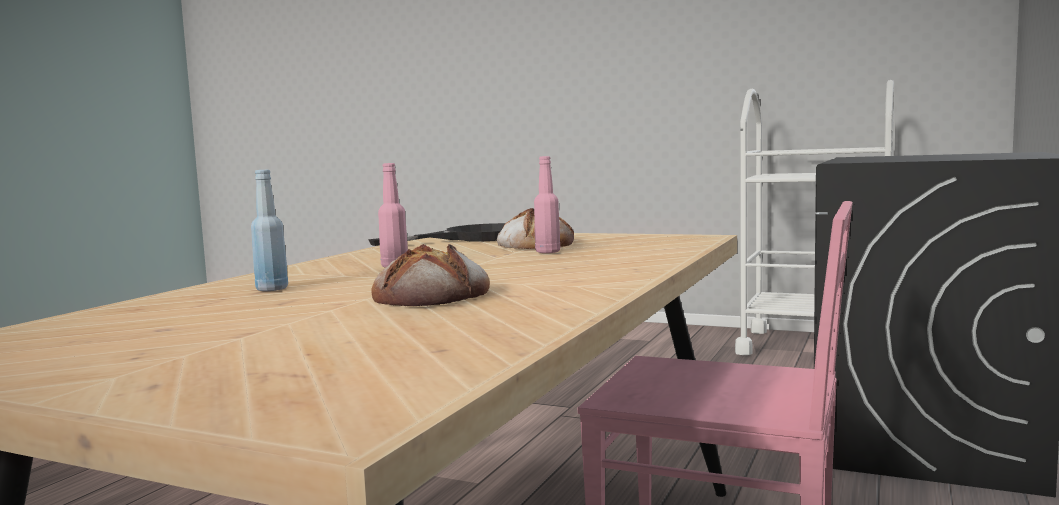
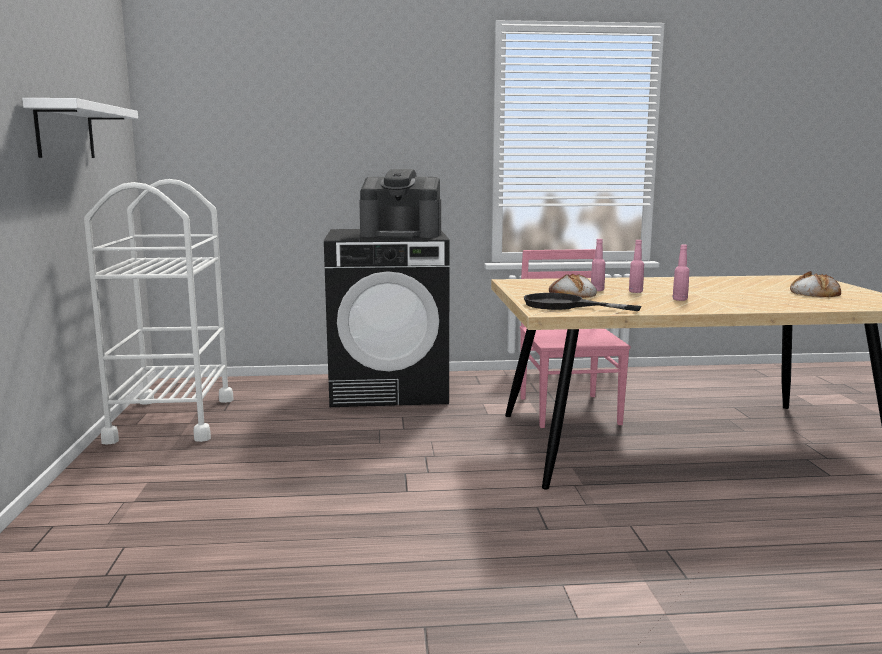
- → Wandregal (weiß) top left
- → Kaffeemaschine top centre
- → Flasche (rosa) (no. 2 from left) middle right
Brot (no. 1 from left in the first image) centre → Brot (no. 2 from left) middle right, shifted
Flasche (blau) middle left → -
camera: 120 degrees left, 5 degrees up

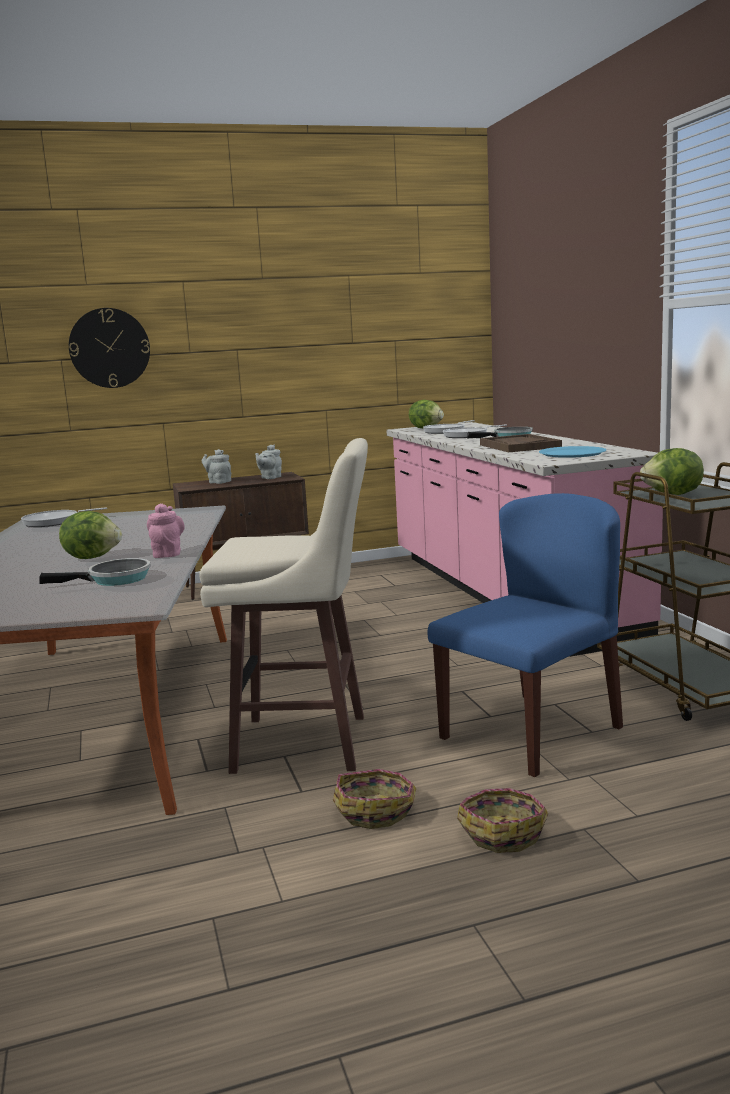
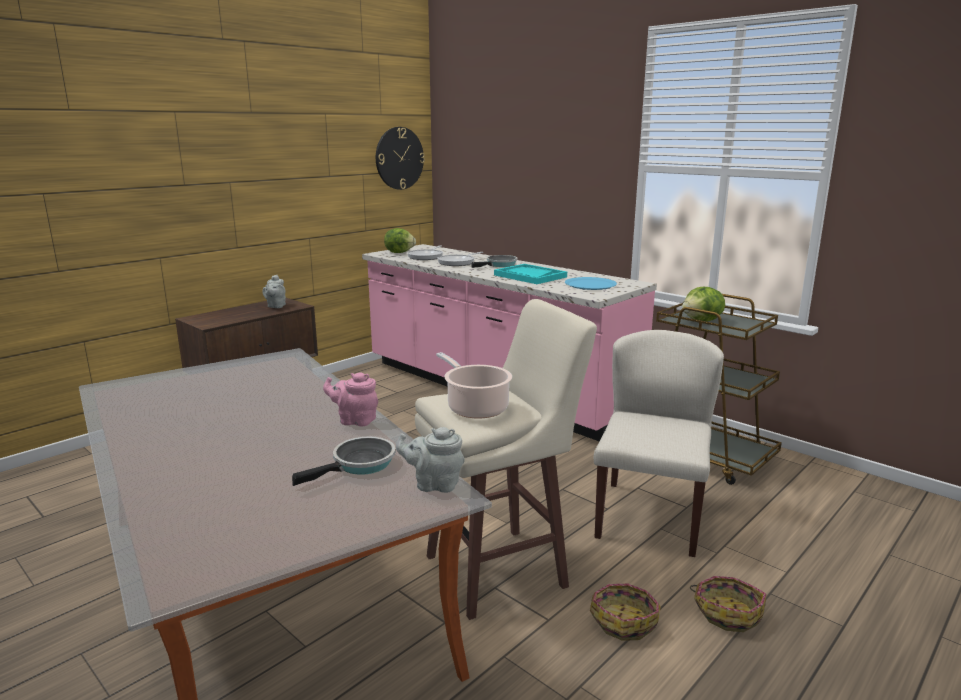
Teekanne (rosa) middle left → Teekanne (rosa) centre, 45 degrees counterclockwise
Wanduhr top left → Wanduhr top centre, shifted
Teekanne (grau) (no. 1 from left in the first image) middle left → Teekanne (grau) (no. 2 from left) centre, shifted
- → Kochtopf centre
Tablett (braun) middle right → Tablett (türkis) centre
Stuhl (blau) middle right → Stuhl (beige) middle right
Pfanne (no. 1 from left) middle left → -
Salatkopf (no. 1 from left) middle left → -
camera: 30 degrees left, 5 degrees up

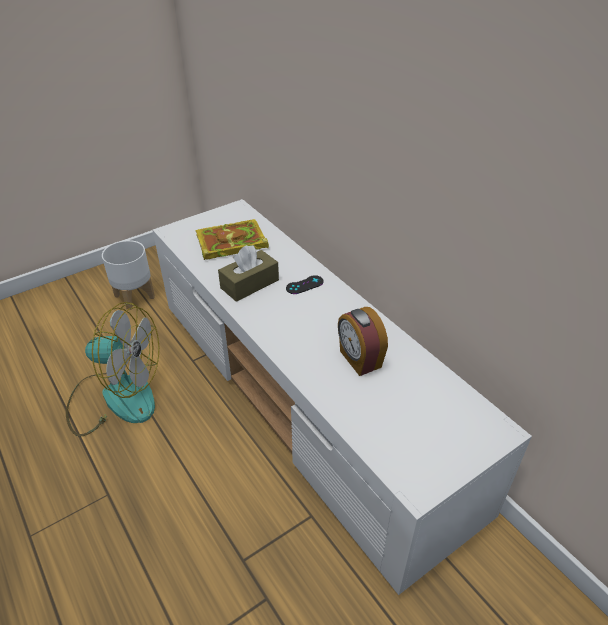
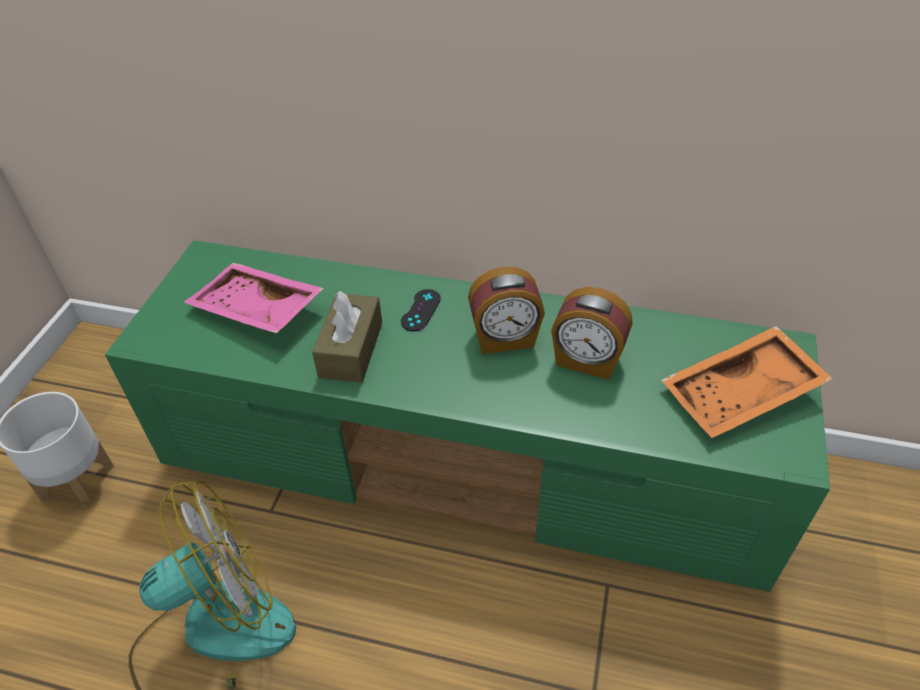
Fernsehschrank (weiß) centre → Fernsehschrank (grün) centre
Buch centre → Tablett (rosa) middle left
- → Wecker (no. 1 from left) centre
- → Tablett (orange) middle right
camera: 40 degrees left, 5 degrees up

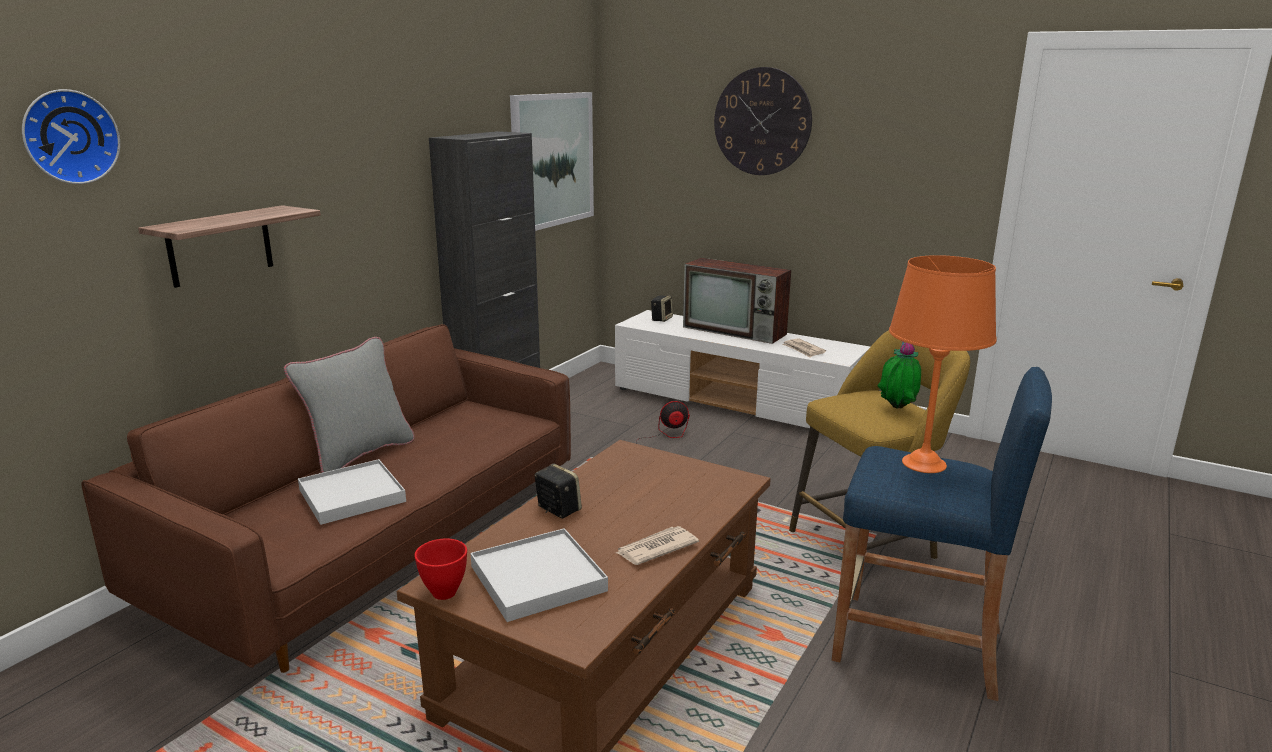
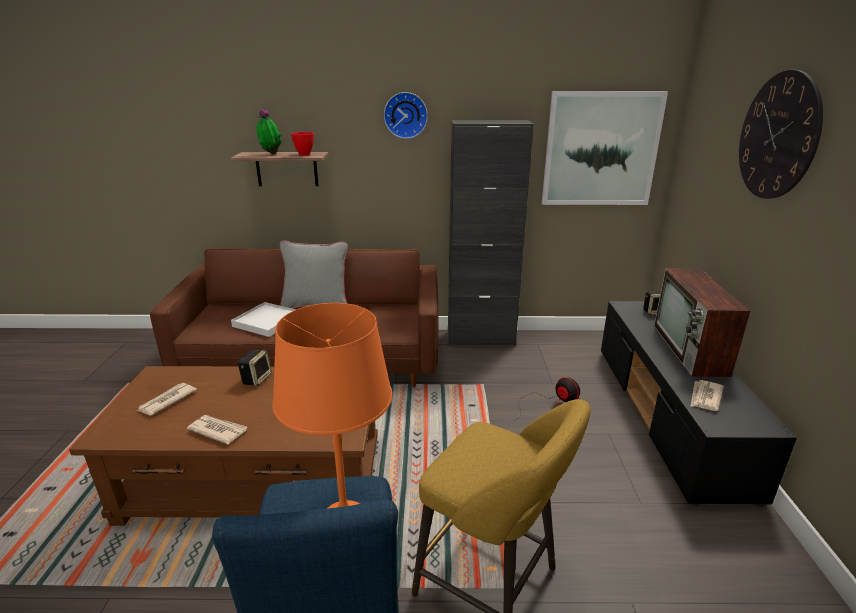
Tablett (weiß) (no. 2 from left) bottom centre → Zeitung (no. 1 from left) middle left
Topfpflanze middle right → Topfpflanze top left, shifted
Schüssel (rot) bottom centre → Schüssel (rot) top centre, shifted
Wanduhr (no. 1 from left) top left → Wanduhr (no. 1 from left) top centre, shifted
Fernsehschrank (weiß) centre → Fernsehschrank (schwarz) middle right
camera: 60 degrees right, 5 degrees up

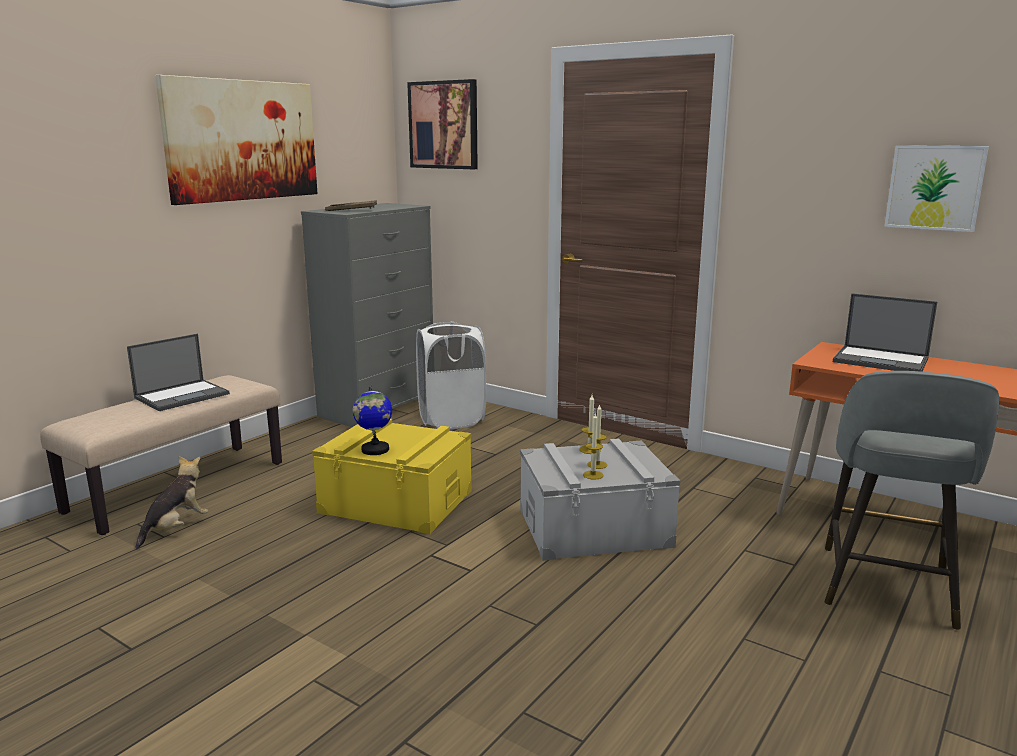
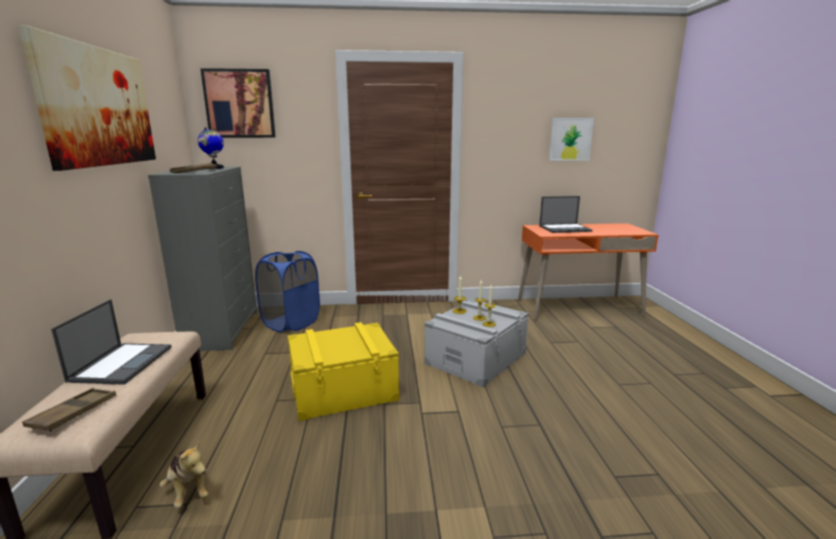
- → Tablett (braun) (no. 1 from left) bottom left
Plüschtier middle left → Plüschtier bottom left, 150 degrees clockwise
Globus centre → Globus top left, shifted
Wäschekorb (weiß) centre → Wäschekorb (blau) centre
Hocker (grau) middle right → -
camera: 40 degrees left, 0 degrees up

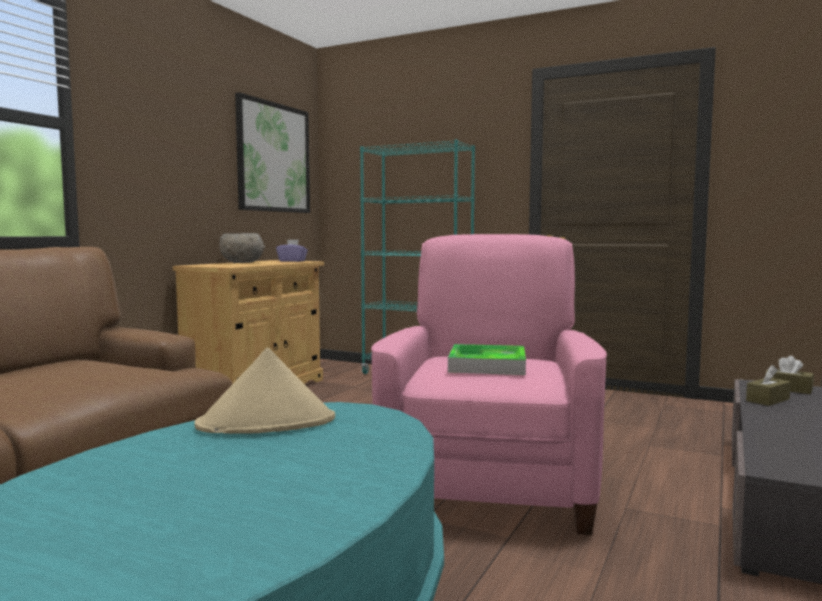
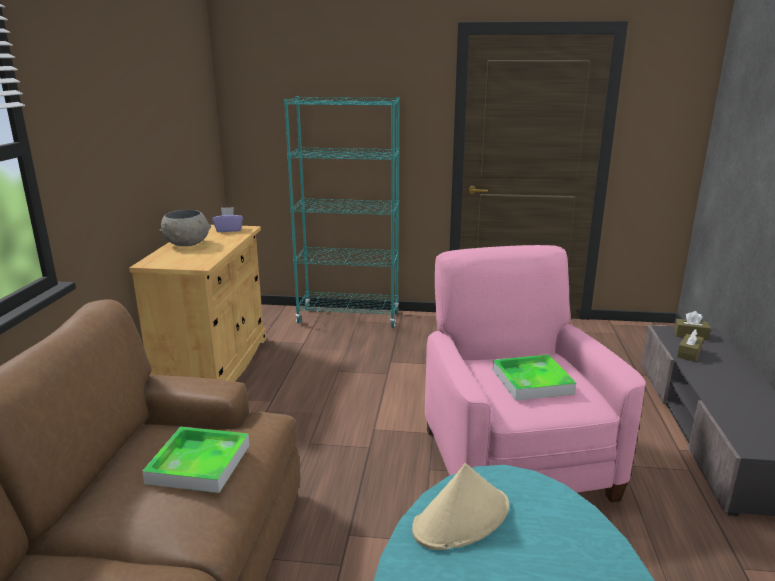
- → Tablett (no. 1 from left) bottom left
Bild top left → -
camera: 20 degrees left, 15 degrees up

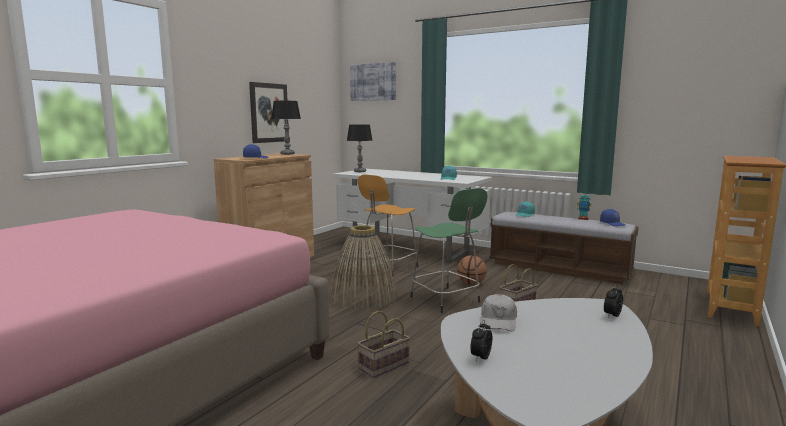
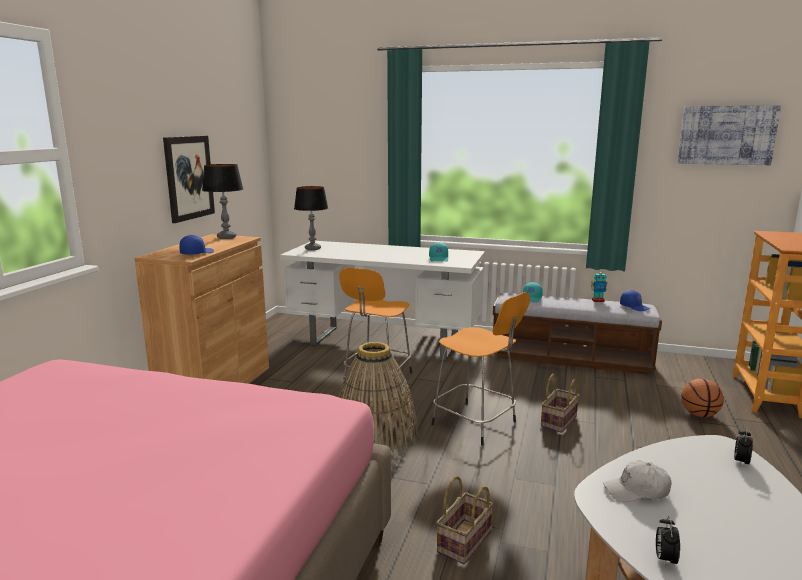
Hocker (grün) centre → Hocker (orange) (no. 2 from left) centre
Kappe (weiß) bottom centre → Kappe (weiß) bottom right, 90 degrees clockwise
Bild (no. 2 from left) top centre → Bild (no. 2 from left) top right, shifted
Basketball centre → Basketball bottom right, shifted
camera: 15 degrees left, 5 degrees up

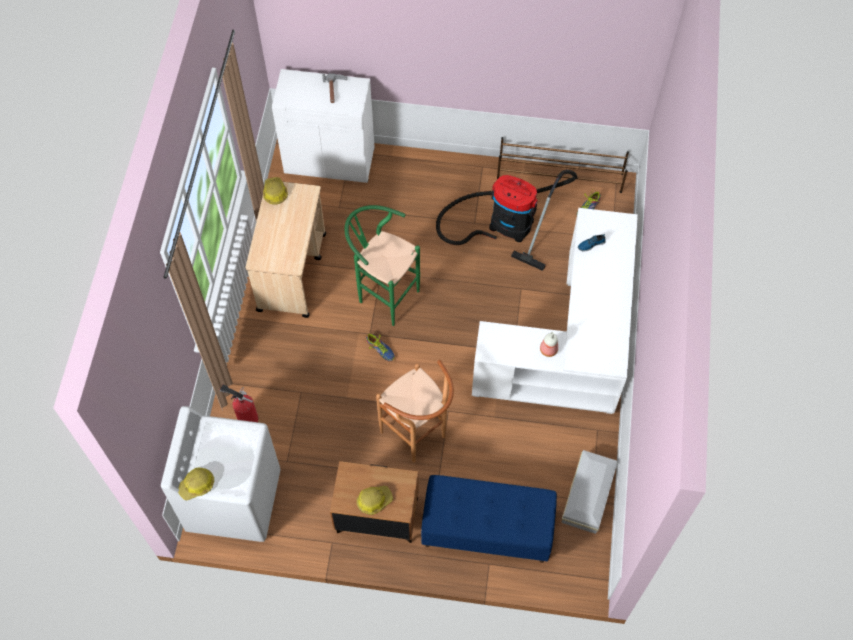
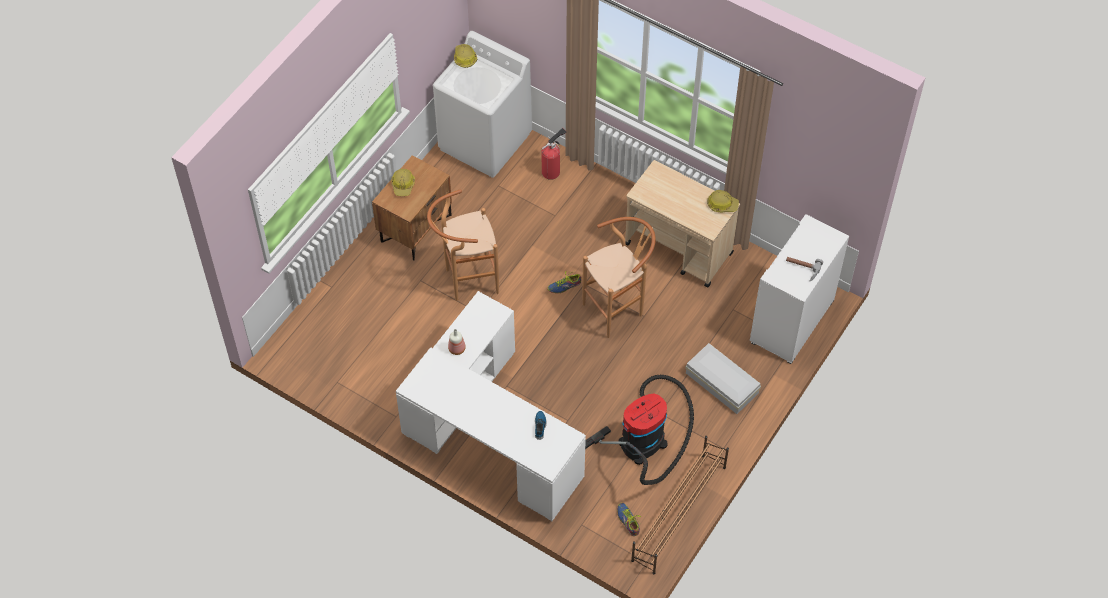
Hocker (grün) centre → Hocker (braun) (no. 2 from left) centre
Aufbewahrungsbox (weiß) bottom right → Aufbewahrungsbox (weiß) centre, shifted
Bank (blau) bottom centre → -
camera: 115 degrees right, 5 degrees down

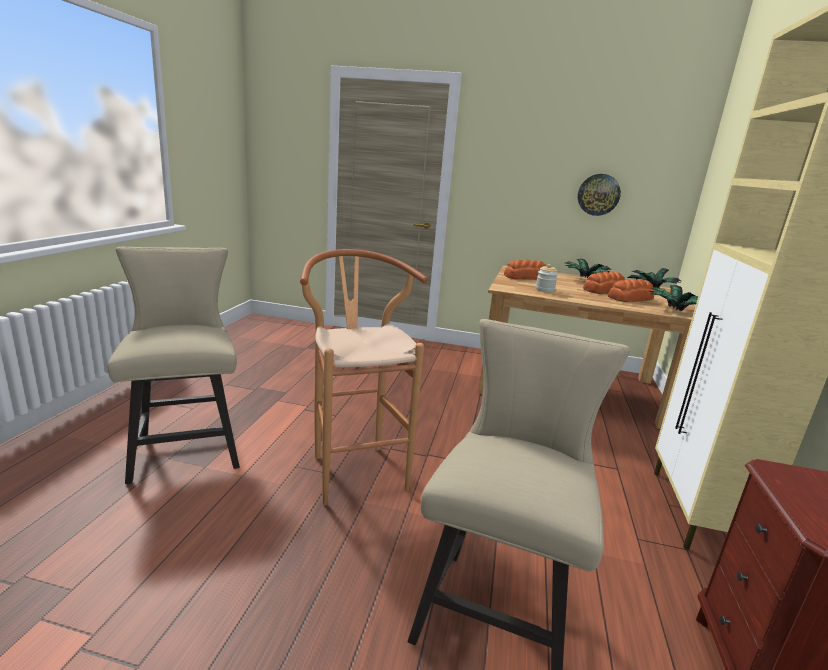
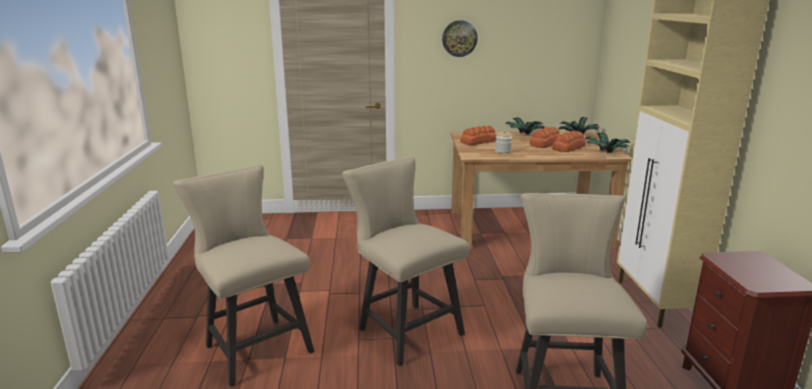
Hocker (braun) centre → Stuhl (beige) (no. 2 from left) bottom centre
Wanduhr top right → Wanduhr top centre, shifted
camera: 15 degrees left, 0 degrees up

